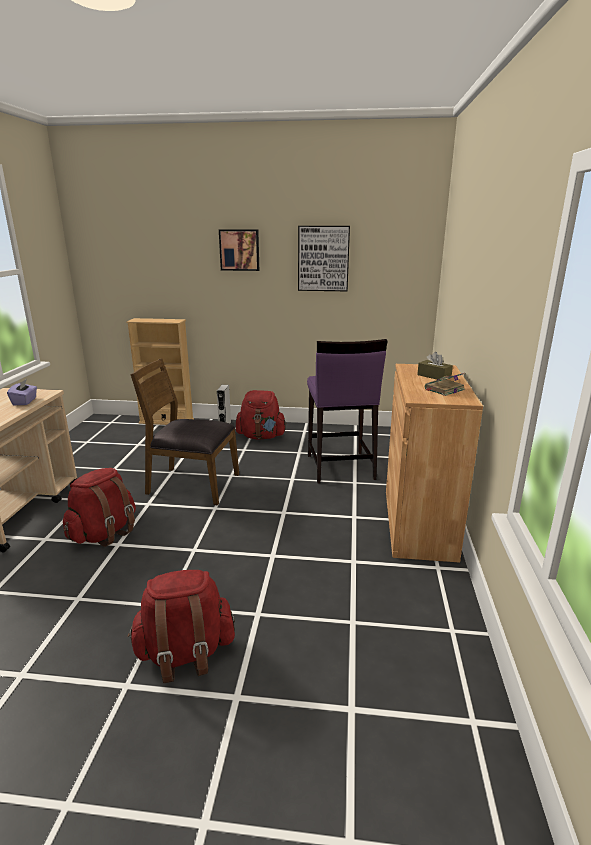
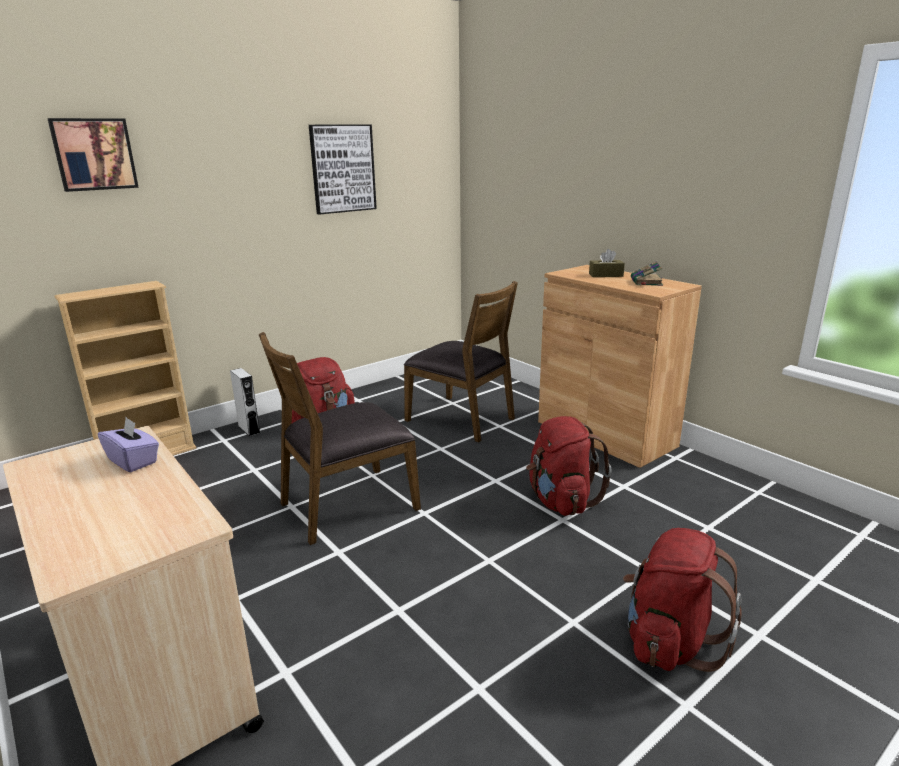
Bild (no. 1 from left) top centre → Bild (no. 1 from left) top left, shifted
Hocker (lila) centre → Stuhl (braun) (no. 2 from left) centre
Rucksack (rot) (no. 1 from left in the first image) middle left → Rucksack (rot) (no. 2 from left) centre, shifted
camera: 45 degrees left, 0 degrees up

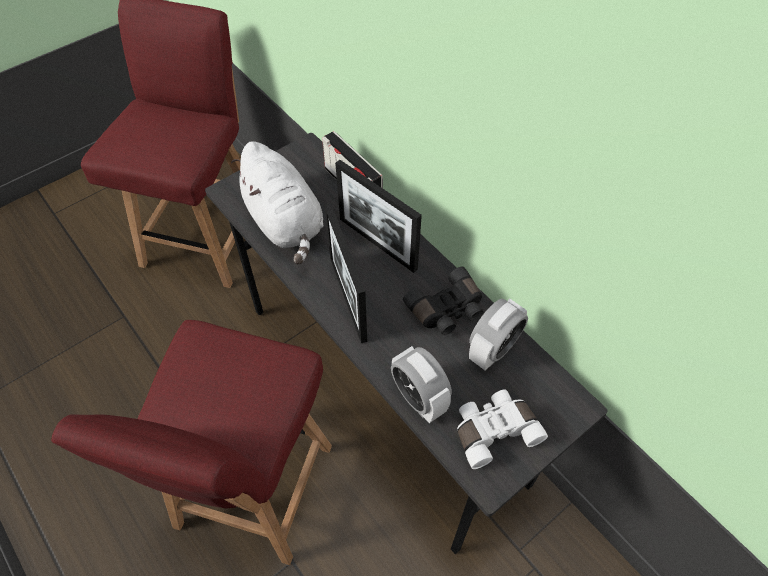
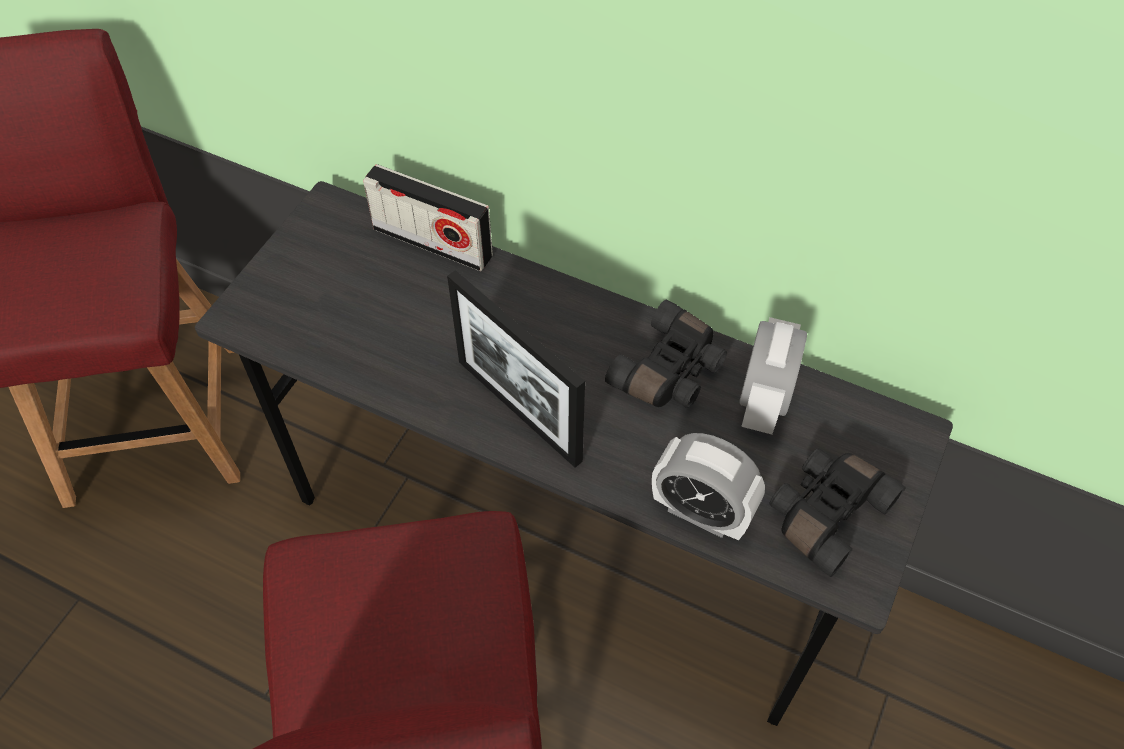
Fernglas (weiß) bottom centre → Fernglas (schwarz) (no. 2 from left) bottom right
Plüschtier (weiß) centre → -
Bilderrahmen (no. 2 from left) centre → -
camera: 25 degrees left, 0 degrees up

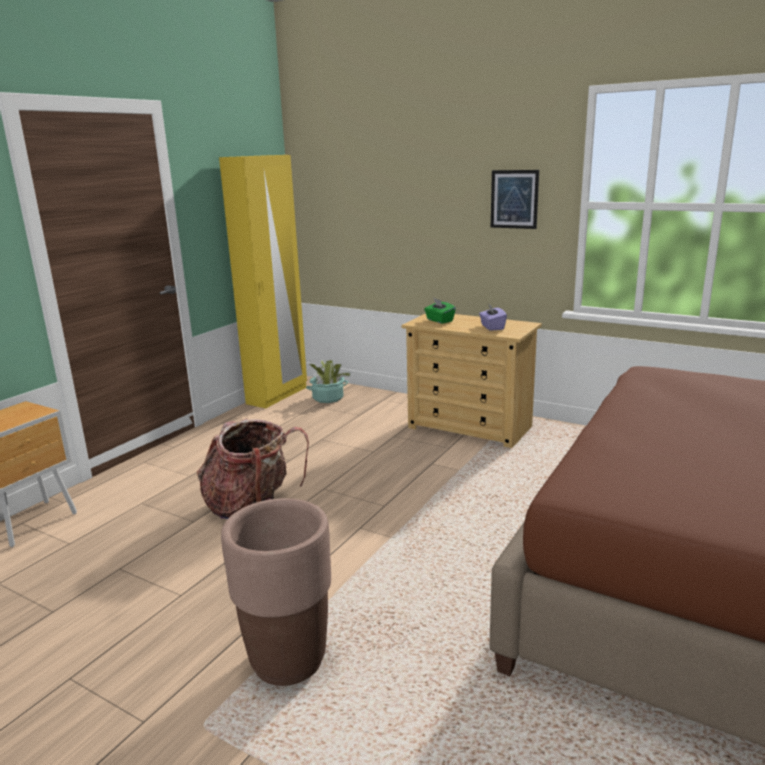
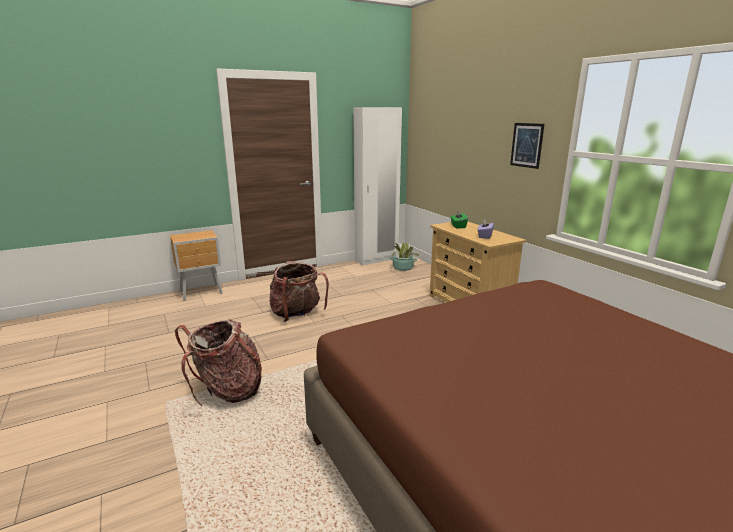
Pflanzkübel (braun) bottom centre → Rucksack (no. 1 from left) bottom left
Kleiderschrank (gelb) centre → Kleiderschrank (weiß) centre
camera: 30 degrees right, 0 degrees up

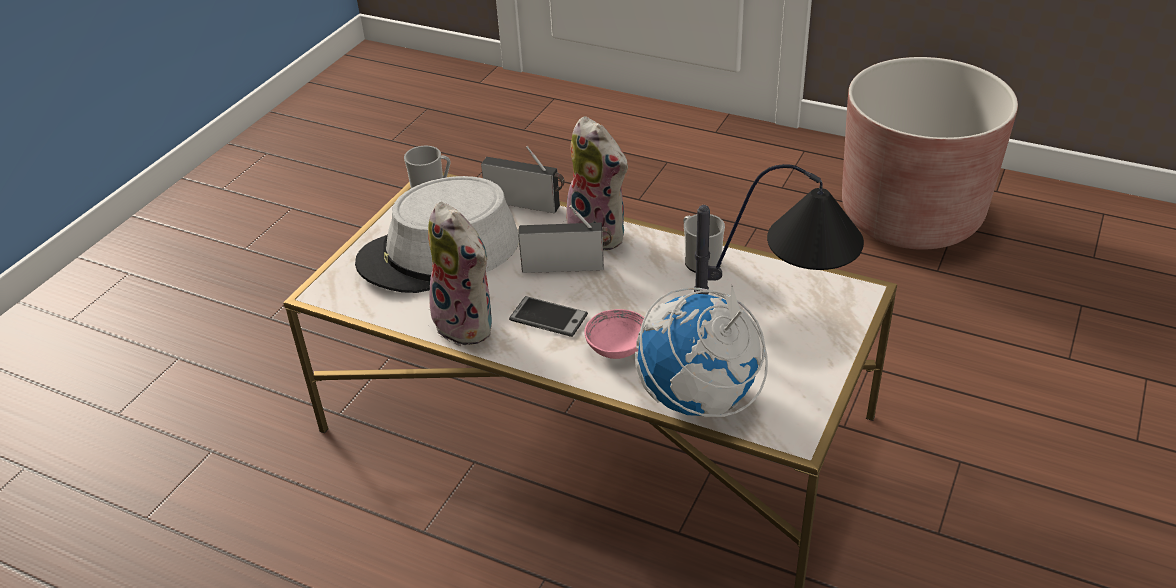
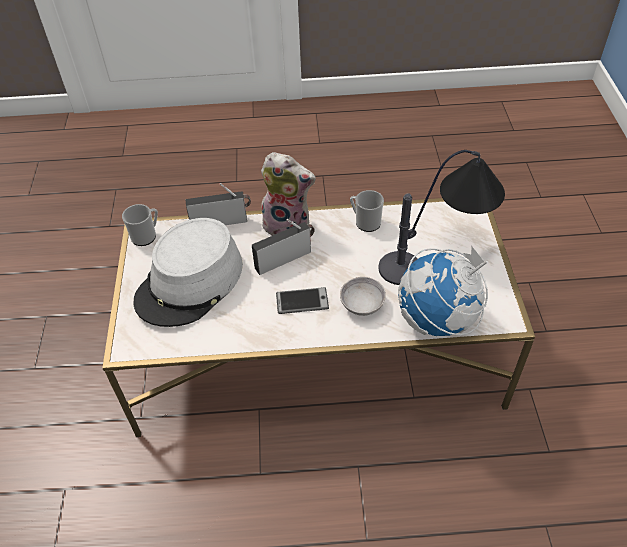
Schüssel (rosa) centre → Schüssel (grau) centre
Plüschtier (no. 1 from left) centre → -
Pflanzkübel (braun) top right → -
camera: 30 degrees left, 10 degrees up

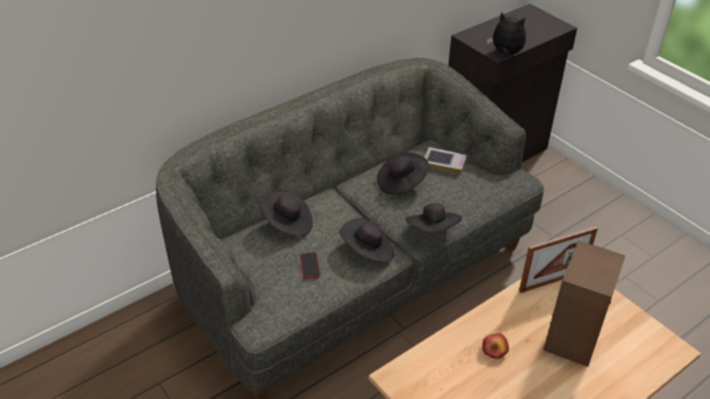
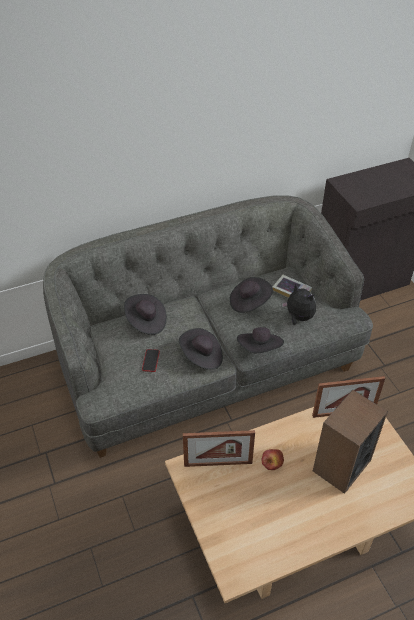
- → Bilderrahmen (no. 1 from left) bottom centre
Plüschtier top right → Plüschtier middle right, shifted
camera: 15 degrees right, 5 degrees up

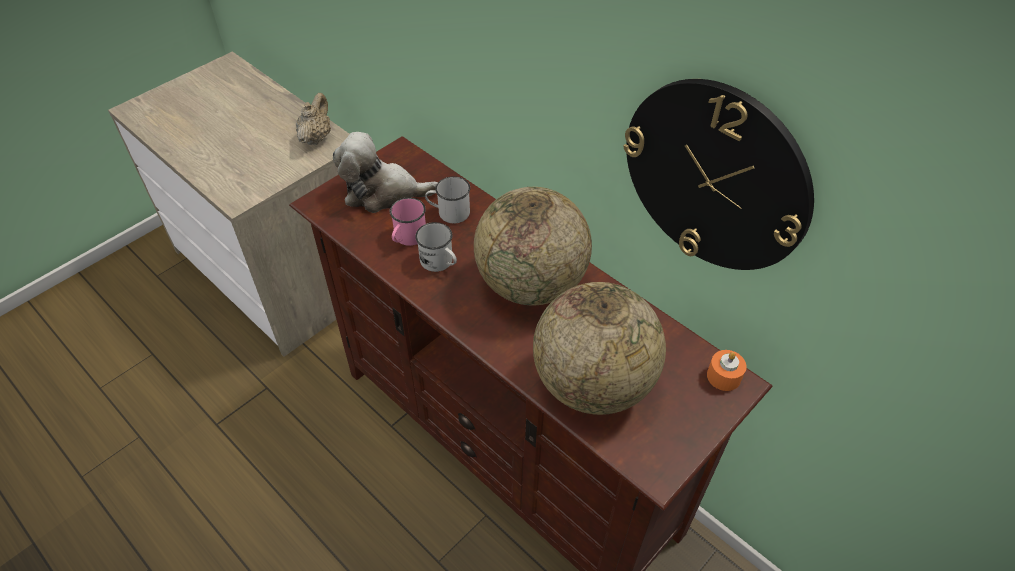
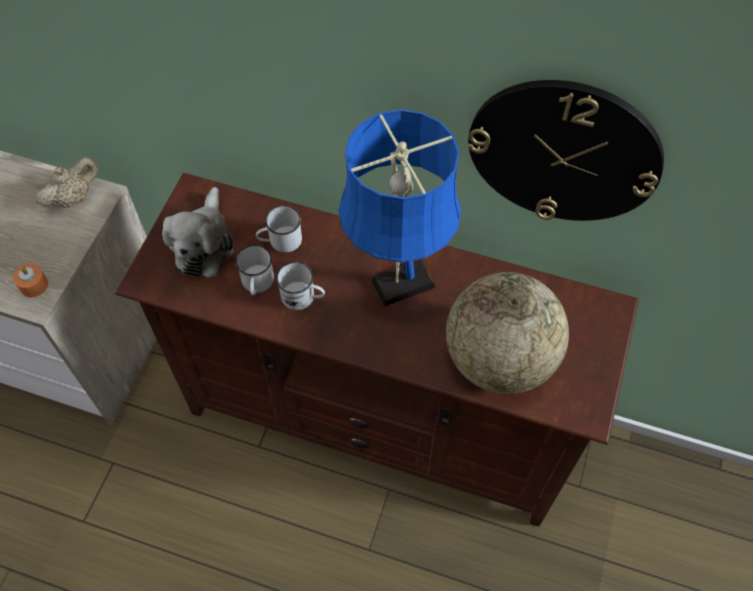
Kerze (orange) middle right → Kerze (orange) middle left, shifted
Teekanne (beige) top left, 60 degrees clockwise
Plüschtier top centre → Plüschtier middle left, 60 degrees counterclockwise
Henkelbecher (rosa) centre → Henkelbecher (weiß) (no. 1 from left) centre
Globus (no. 1 from left) centre → Tischlampe (blau) centre
camera: 25 degrees left, 10 degrees up

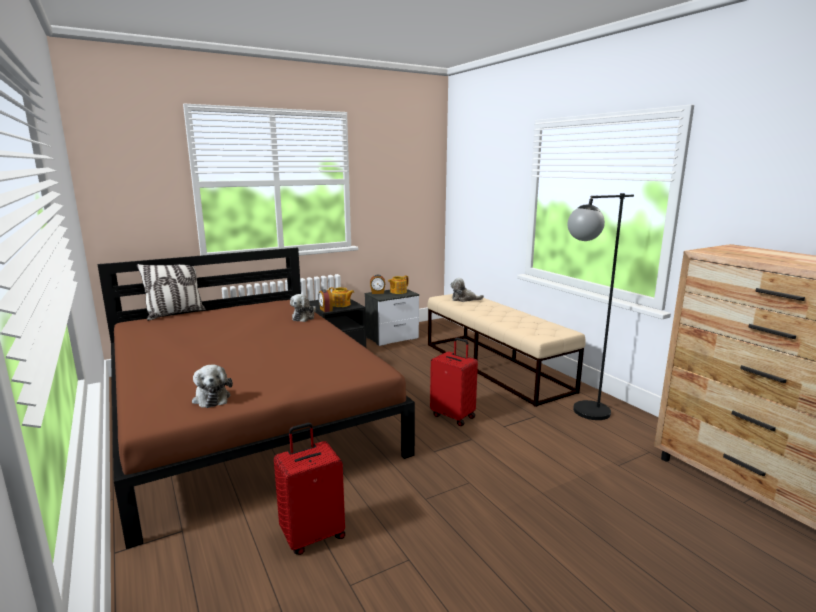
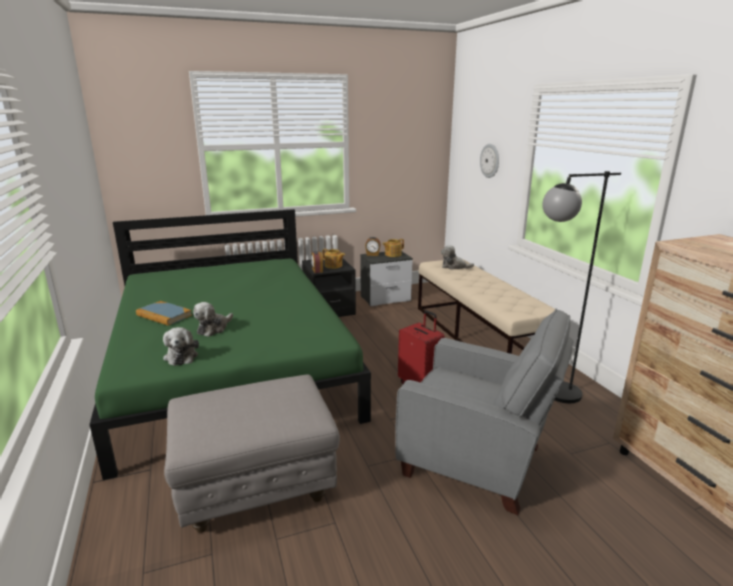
Bett (braun) middle left → Bett (grün) middle left
- → Buch middle left
Koffer (rot) (no. 1 from left) bottom centre → Polsterhocker (grau) bottom centre
Plüschtier (no. 2 from left) centre → Plüschtier (no. 2 from left) middle left, shifted
- → Sessel (grau) bottom centre
- → Wanduhr top right
Kissen middle left → -
camera: 10 degrees right, 5 degrees up

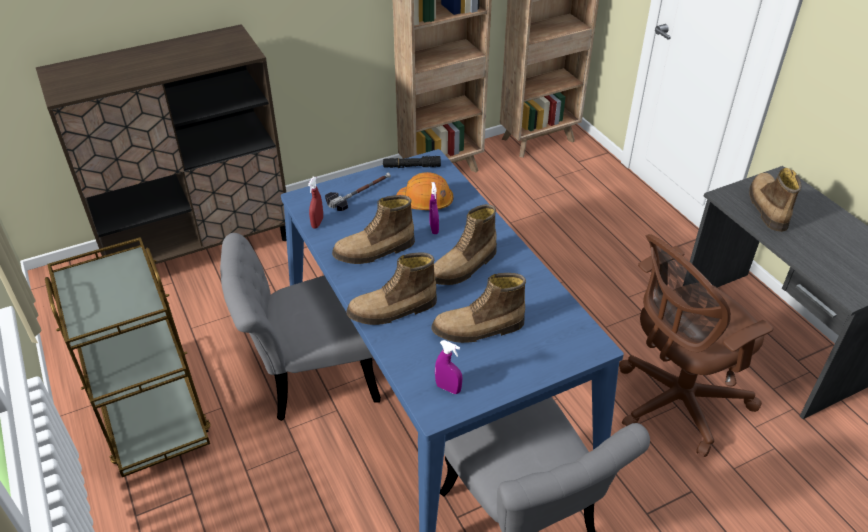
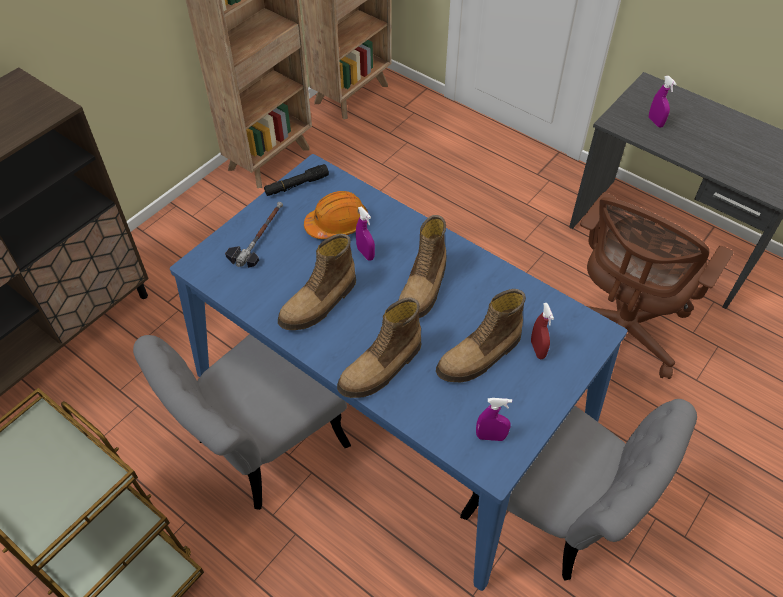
Sprühflasche (rot) centre → Sprühflasche (rot) middle right, shifted
Stiefel (no. 5 from left) middle right → Sprühflasche (lila) (no. 3 from left) top right
camera: 25 degrees left, 10 degrees up

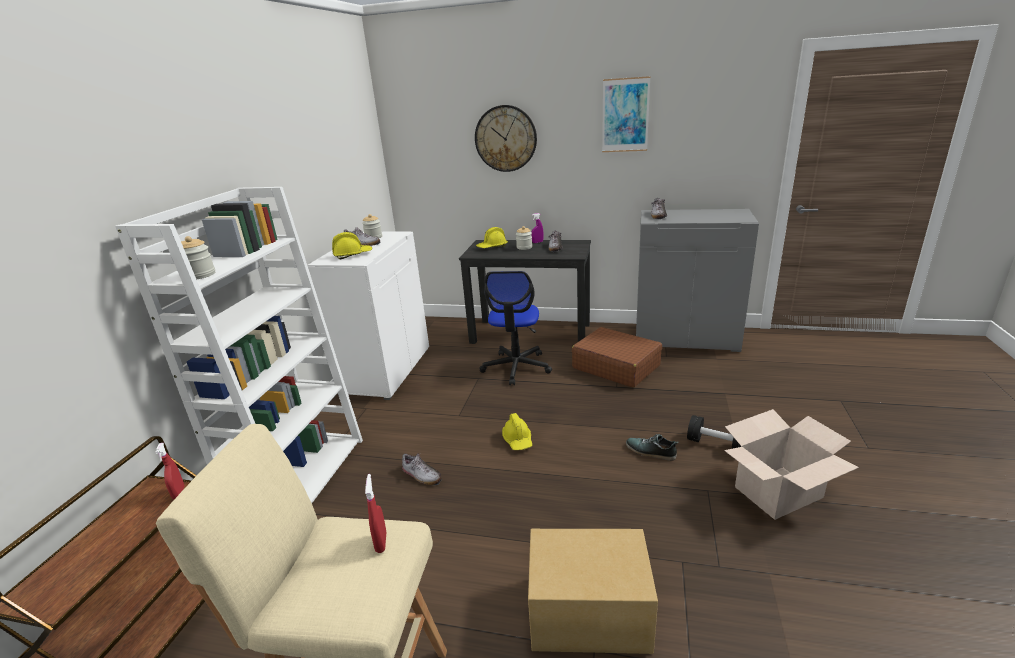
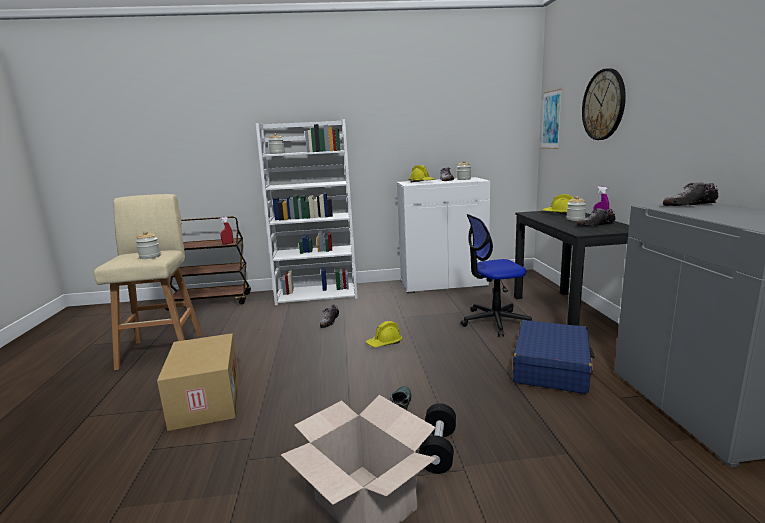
Sprühflasche (rot) (no. 2 from left) bottom centre → Vorratsglas (no. 1 from left) middle left
Koffer (braun) centre → Koffer (blau) bottom right
Bild top centre → Bild top right, shifted
camera: 70 degrees right, 10 degrees down

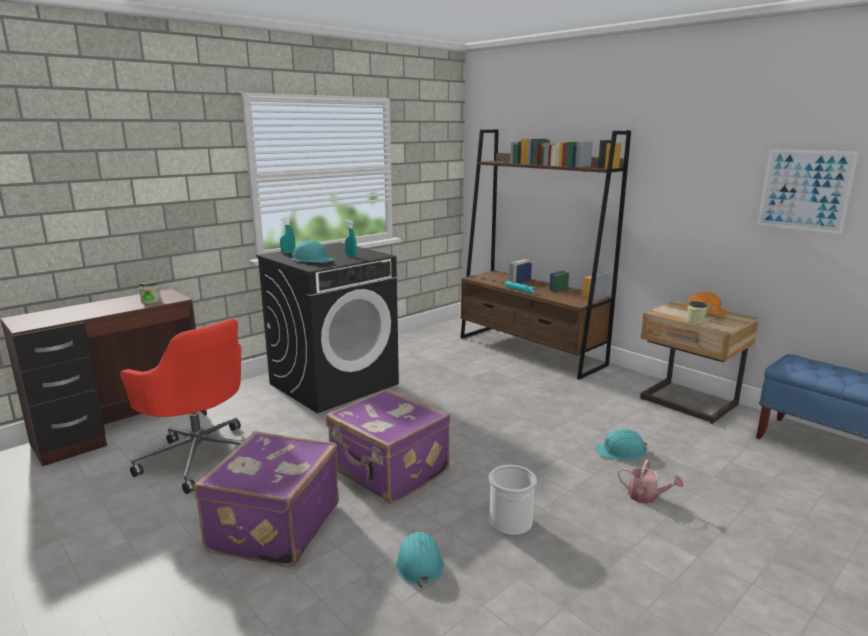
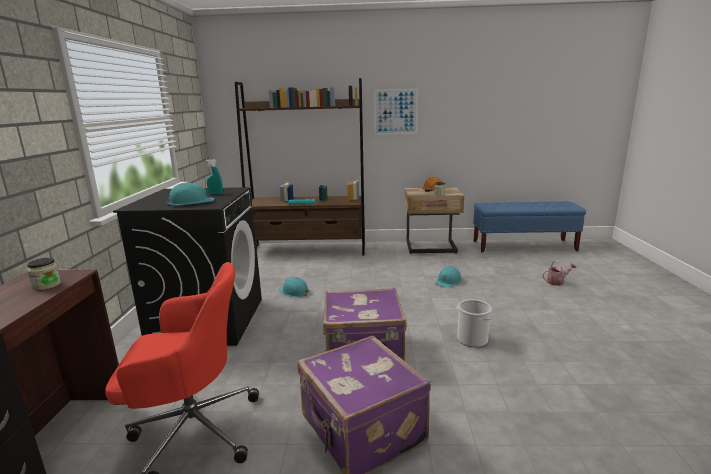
Schutzhelm (türkis) (no. 2 from left) bottom centre → Schutzhelm (türkis) (no. 2 from left) centre, shifted
Bild top right → Bild top centre, shifted
Gießkanne bottom right → Gießkanne middle right, shifted
Sprühflasche (türkis) (no. 1 from left) middle left → -
camera: 45 degrees left, 0 degrees up

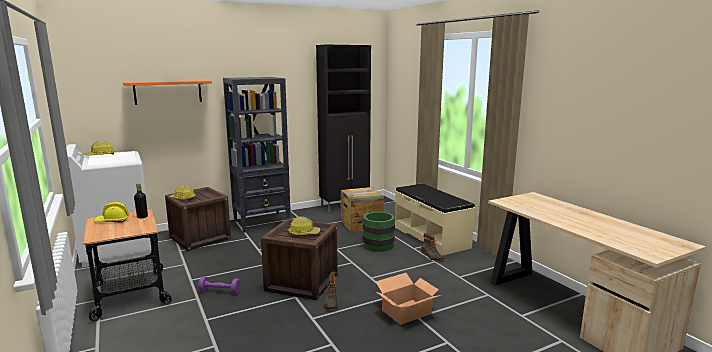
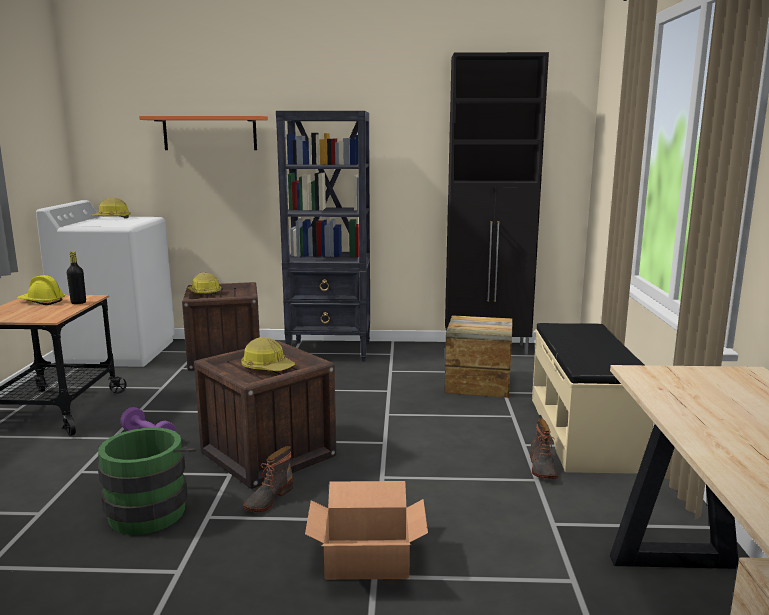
Eimer (grün) centre → Eimer (grün) bottom left, shifted
camera: 30 degrees right, 0 degrees up

